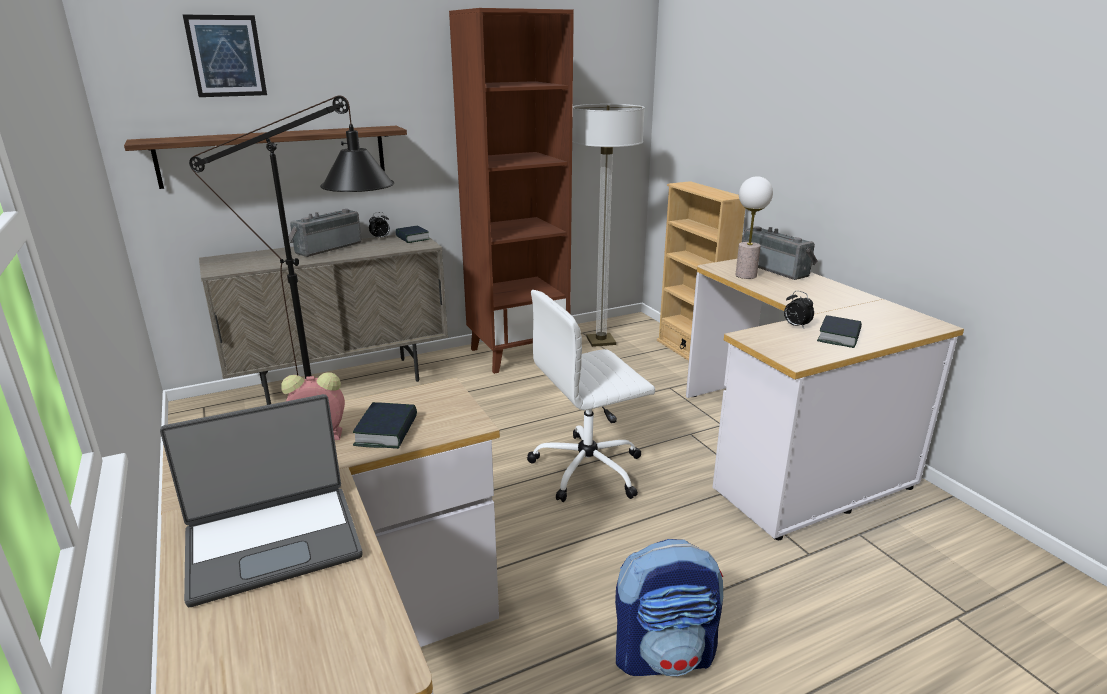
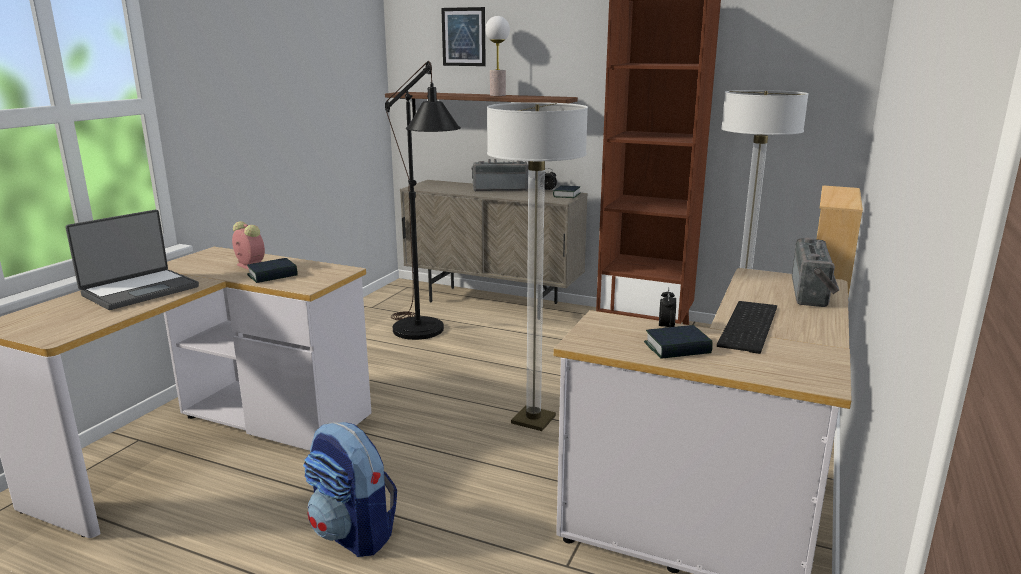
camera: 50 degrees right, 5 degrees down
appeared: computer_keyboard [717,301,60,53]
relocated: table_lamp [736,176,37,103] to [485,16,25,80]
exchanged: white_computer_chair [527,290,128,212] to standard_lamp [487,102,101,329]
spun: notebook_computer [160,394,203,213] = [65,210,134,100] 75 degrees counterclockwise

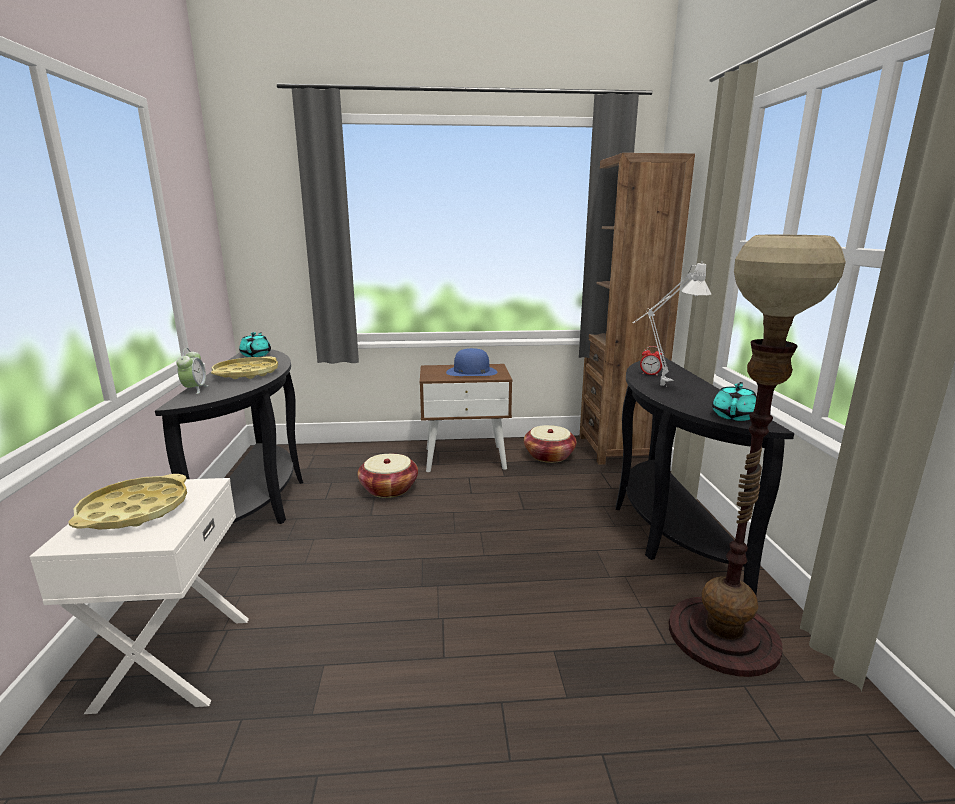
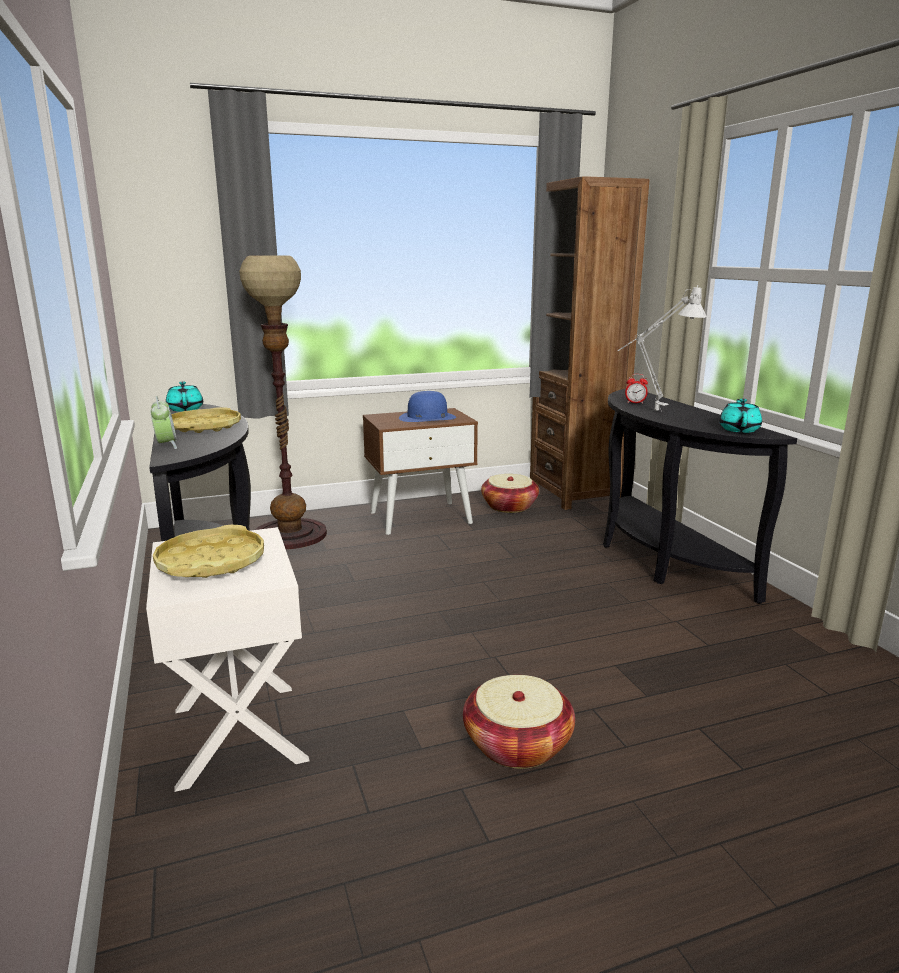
camera: 15 degrees left, 0 degrees up
relocated: household_basket [358,454,60,44] to [463,675,112,94]; standard_lamp [668,235,178,442] to [239,255,88,294]

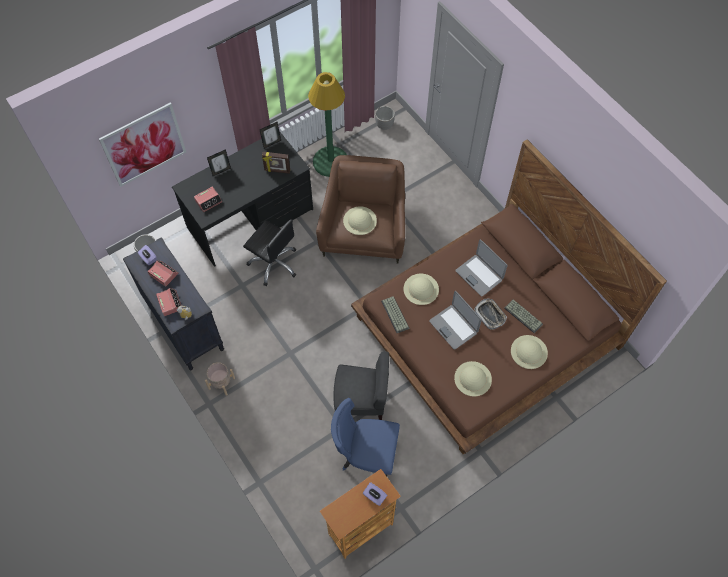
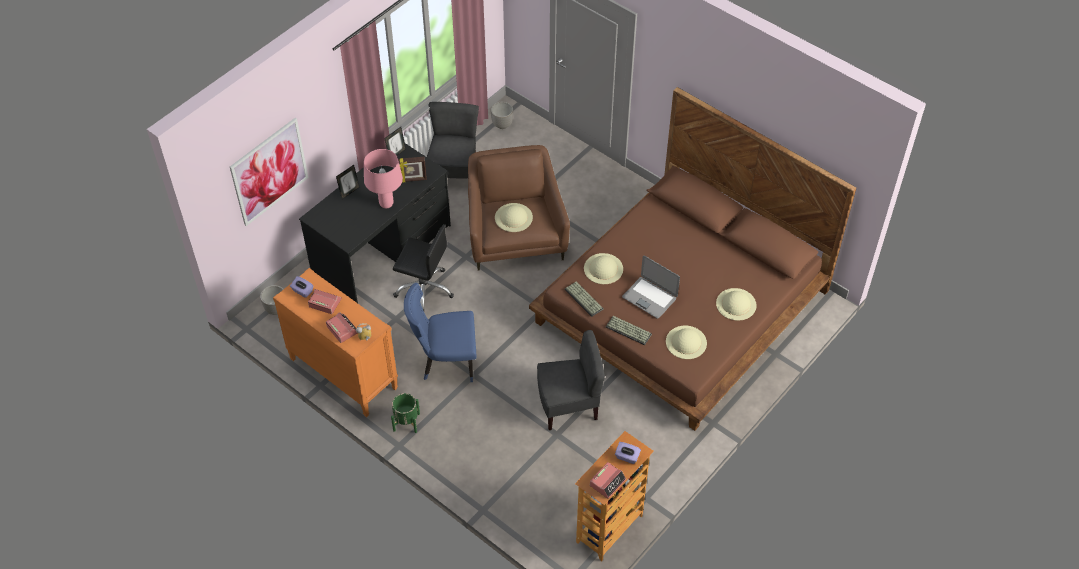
camera: 15 degrees left, 10 degrees down
missing: notebook_computer [455,239,53,57]; serving_tray [474,298,33,32]
appeared: pink-coloured_table_lamp [364,149,39,59]
relocated: alarm_clock [194,187,28,25] to [590,462,36,37]; bluish_plain_chair [331,398,69,78] to [404,283,72,99]; computer_keyboard [504,299,39,34] to [606,316,46,29]
exchanged: green_standard_lamp [308,72,39,105] to gray_plain_chair [427,102,52,77]
colour: black_dresser [123,237,101,133] to orangey_dresser [273,268,125,149]; beige_flower_pot [205,362,30,34] to green_flower_pot [391,393,29,40]

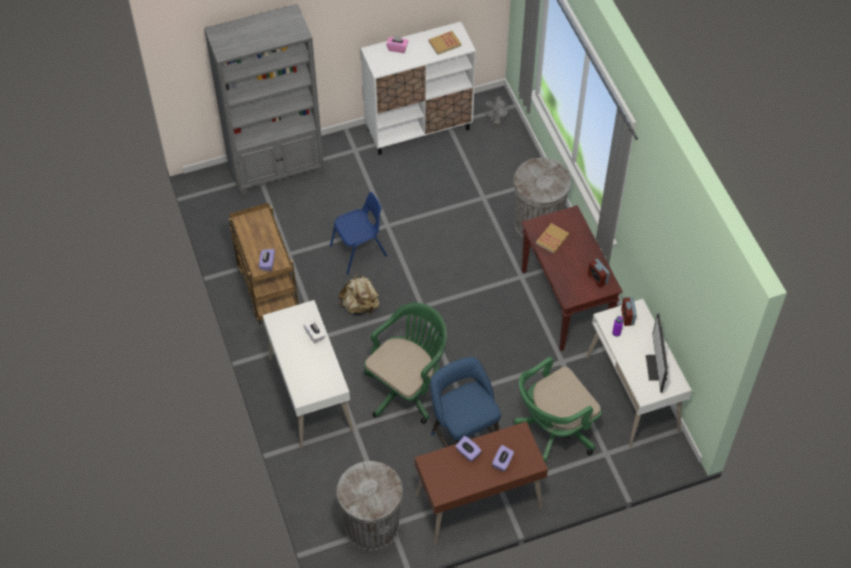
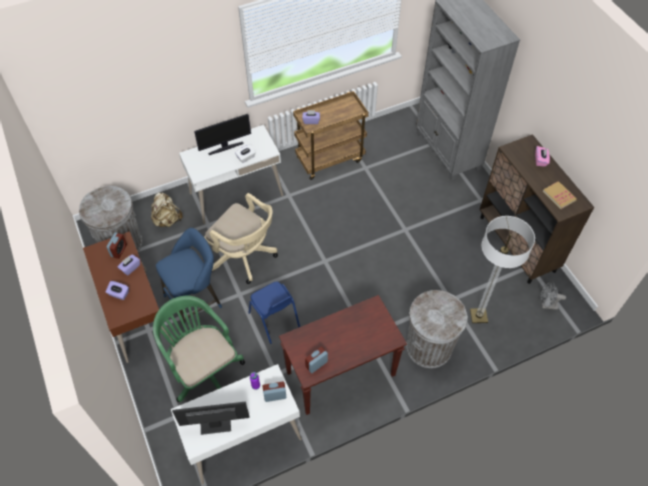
camera: 85 degrees right, 0 degrees up
missing: volume [536,223,33,31]
appeared: alarm_clock [107,232,20,27]; monitor [194,114,57,41]; standard_lamp [470,216,65,107]
relocated: bluish_plain_chair [330,192,57,82] to [248,281,52,63]; beige_rucksack [339,273,41,42] to [151,192,32,35]
colour: white_storage_cabinet [361,22,115,133] to brown_storage_cabinet [479,134,115,150]; green_computer_chair [364,303,83,121] to beige_computer_chair [204,193,74,91]

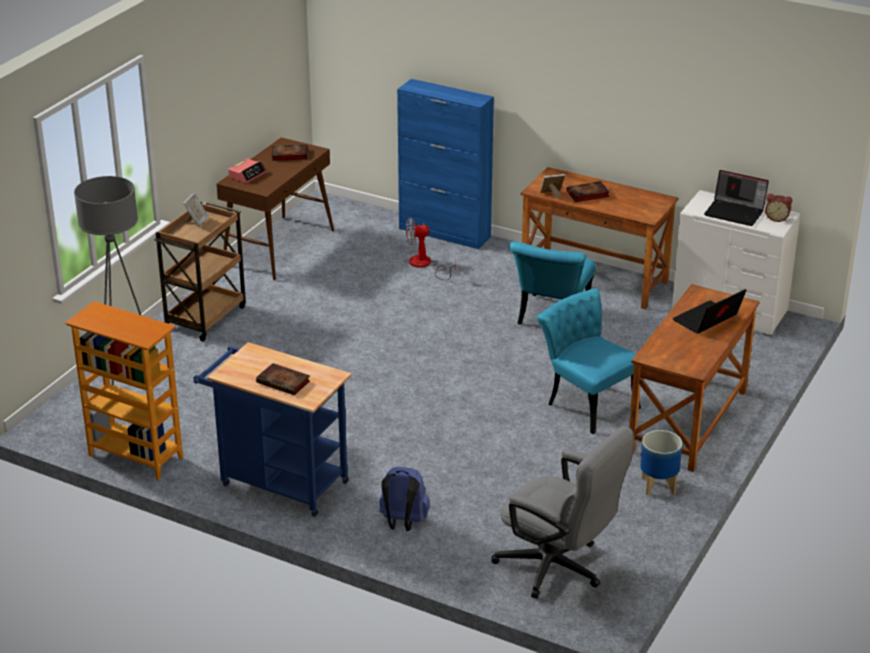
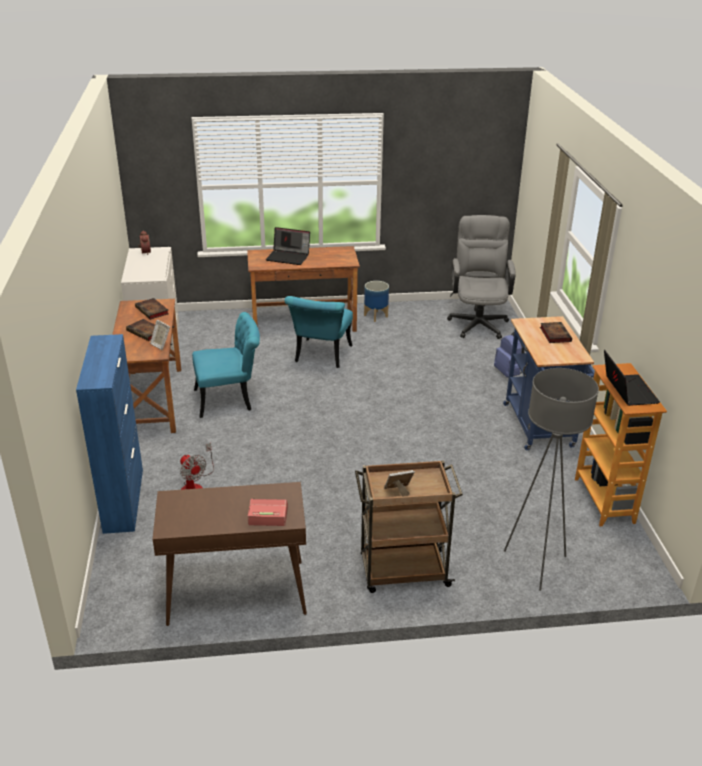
camera: 125 degrees left, 0 degrees up
relocated: volume [272,144,35,17] to [135,298,34,22]; notebook_computer [704,170,65,56] to [604,350,56,56]

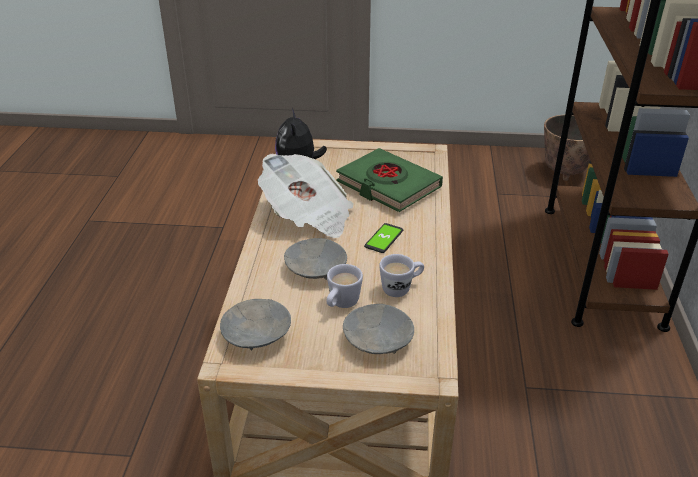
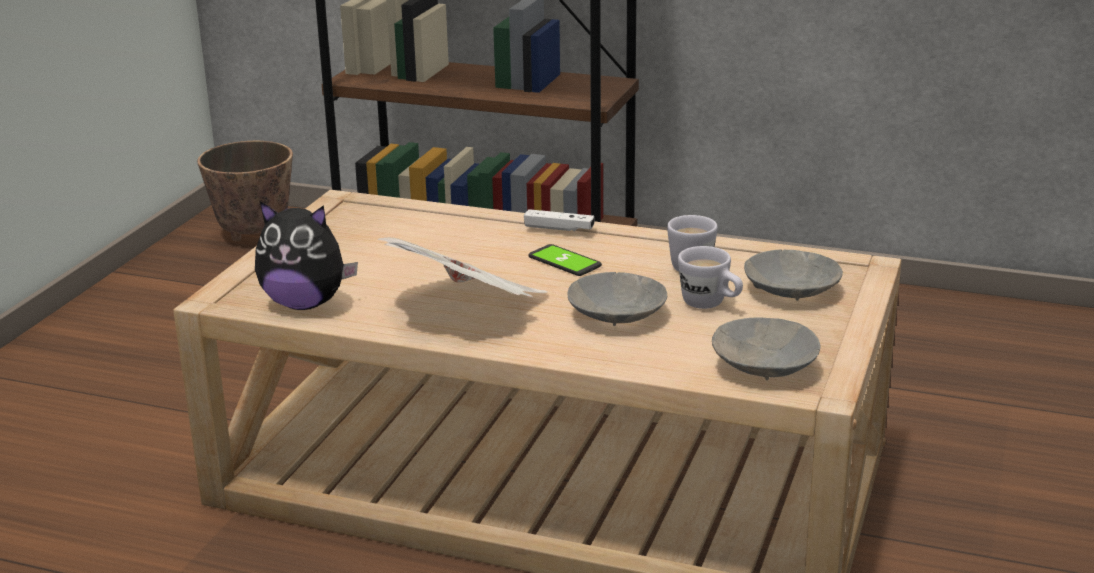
camera: 75 degrees left, 10 degrees down
missing: green_volume [336,148,107,64]
appeared: white_gamepad [524,209,70,23]

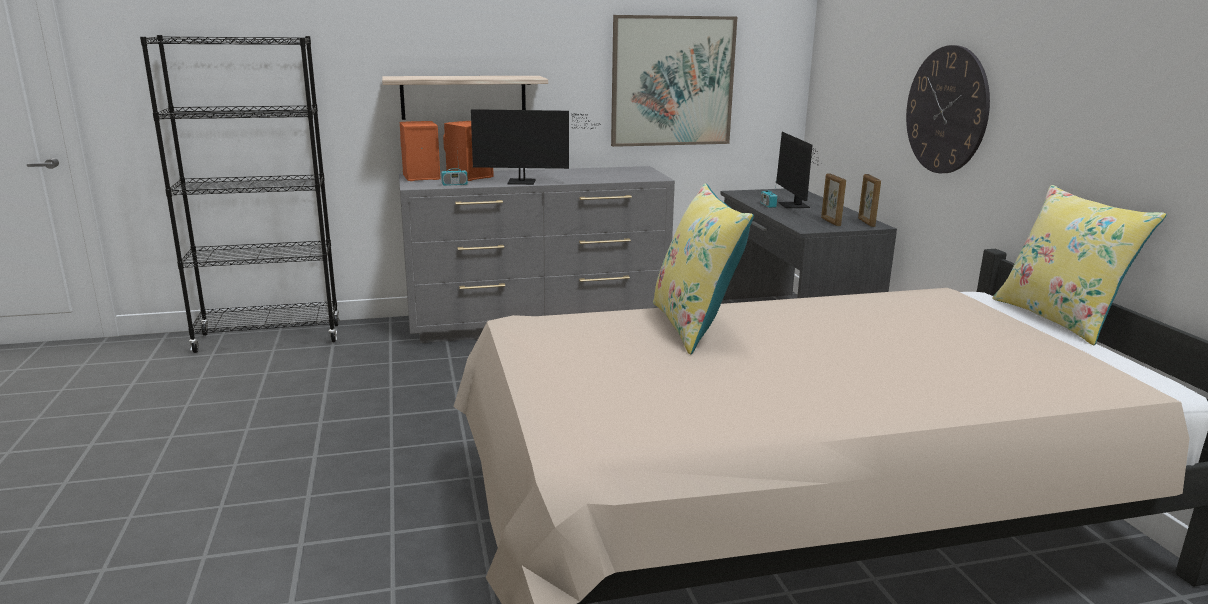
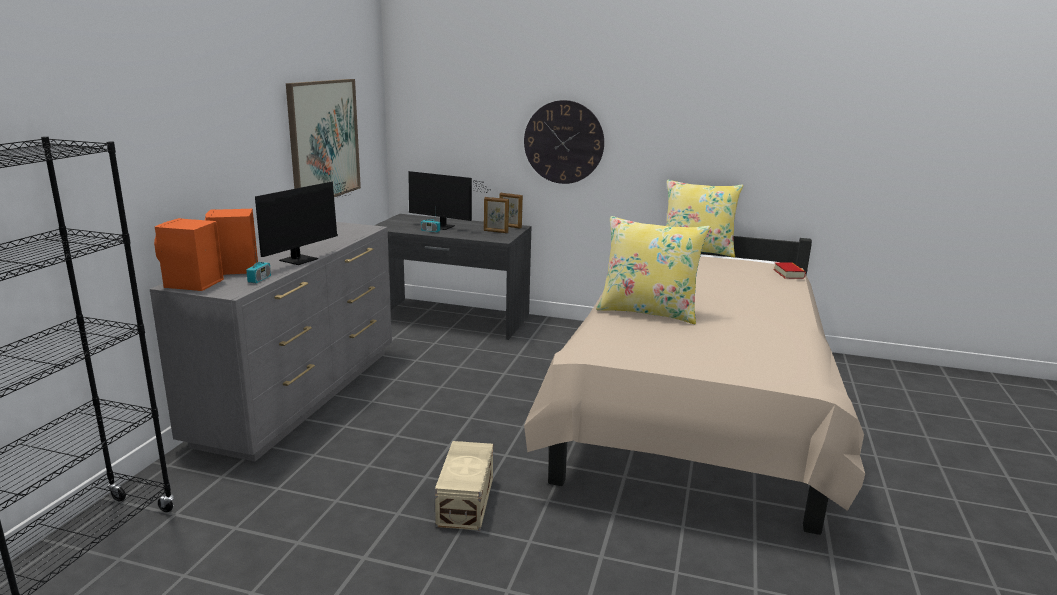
camera: 60 degrees left, 0 degrees up
missing: shelf [382,76,166,44]
appeared: beige_storage_box [435,441,58,89]; volume [774,262,32,17]

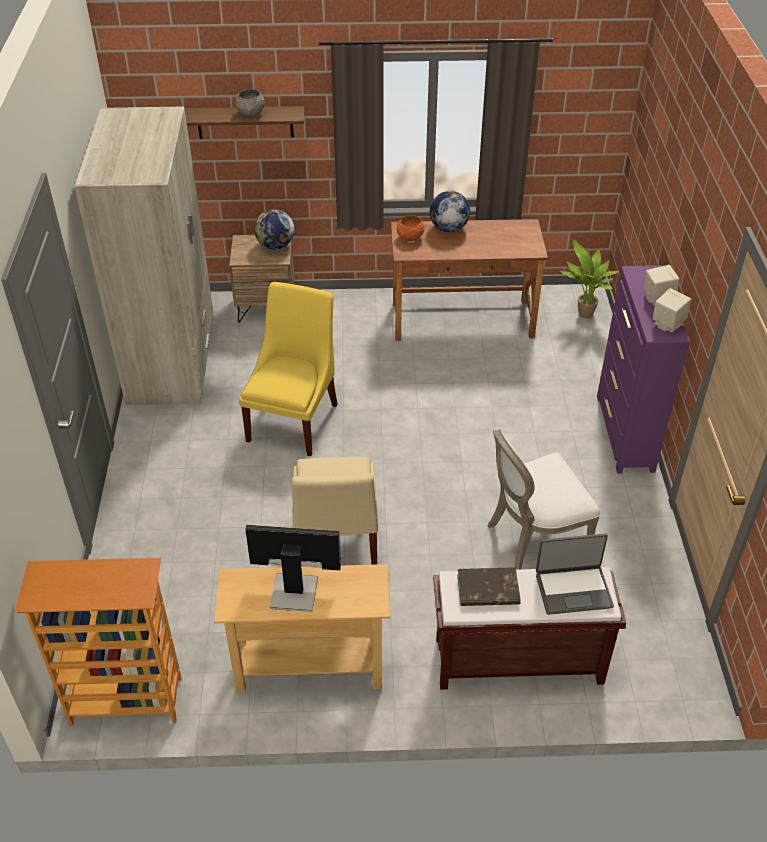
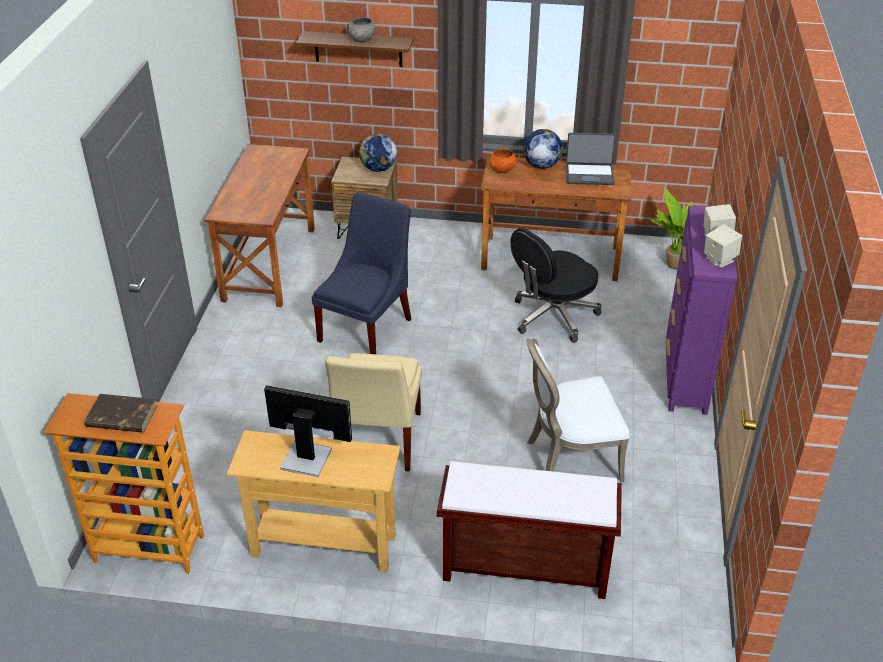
camera: 10 degrees right, 5 degrees down
appeared: black_computer_chair [511,228,91,115]
relocated: brown_volume [457,567,64,39] to [84,394,73,39]; notebook_computer [536,533,78,82] to [566,133,50,52]
exchanged: beige_wardrobe [74,107,139,298] to brown_desk [205,144,110,163]
colour: yellowish_plain_chair [239,282,99,174] to bluish_plain_chair [312,192,99,162]

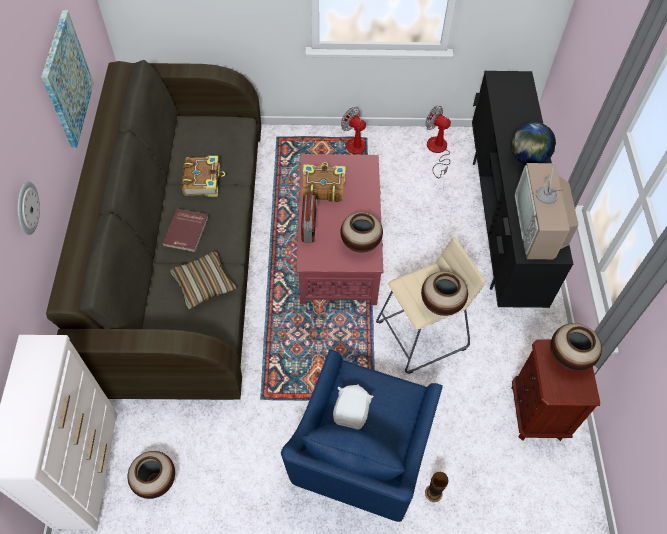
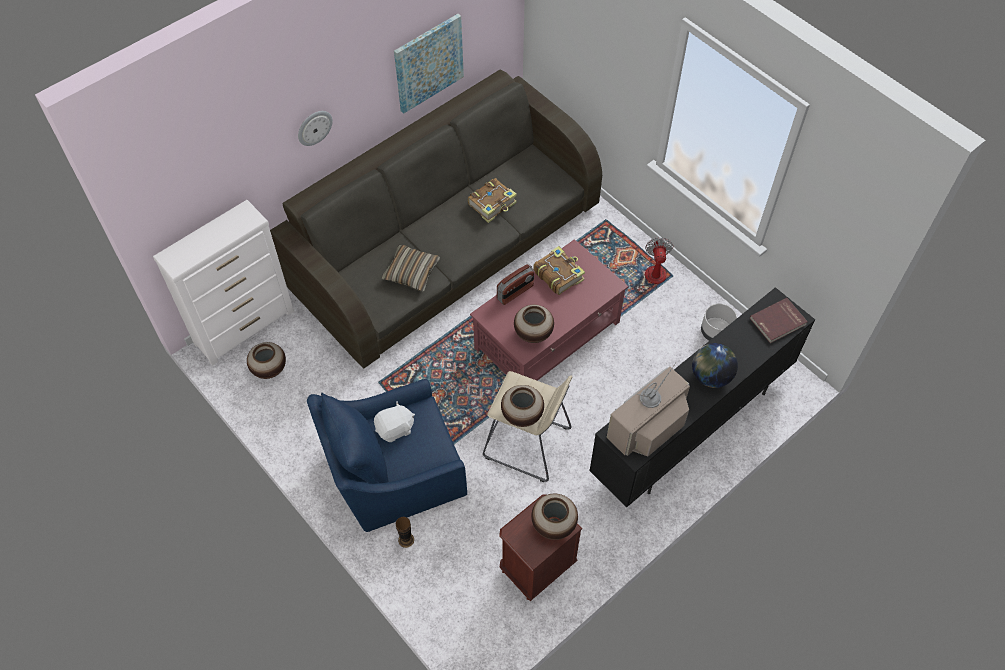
camera: 50 degrees right, 0 degrees up
relocated: red_volume [162,209,46,43] to [750,298,58,45]
exchanged: cooling_fan [425,106,26,72] to gray_flower_pot [701,303,36,38]

